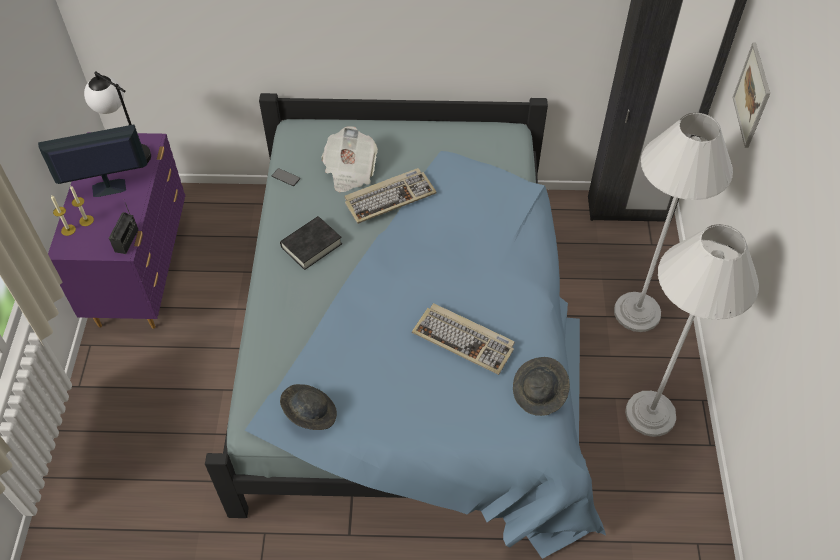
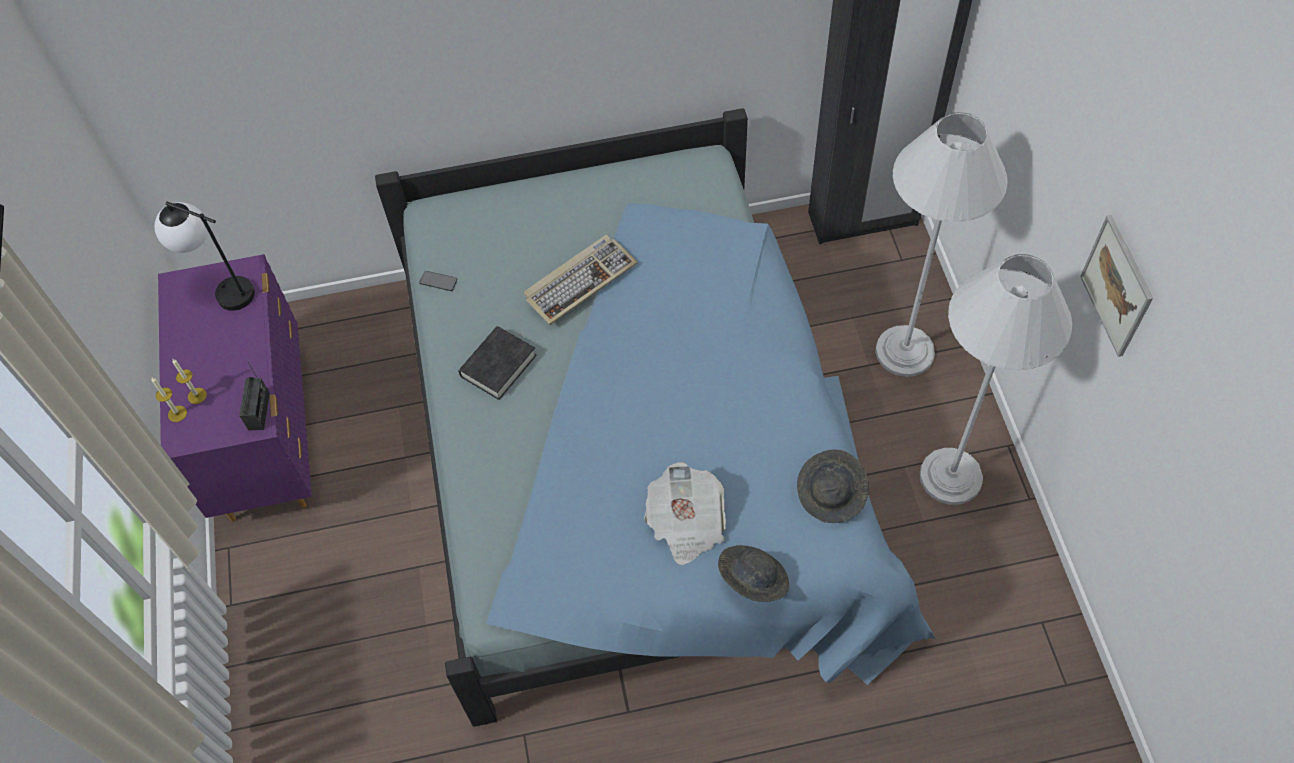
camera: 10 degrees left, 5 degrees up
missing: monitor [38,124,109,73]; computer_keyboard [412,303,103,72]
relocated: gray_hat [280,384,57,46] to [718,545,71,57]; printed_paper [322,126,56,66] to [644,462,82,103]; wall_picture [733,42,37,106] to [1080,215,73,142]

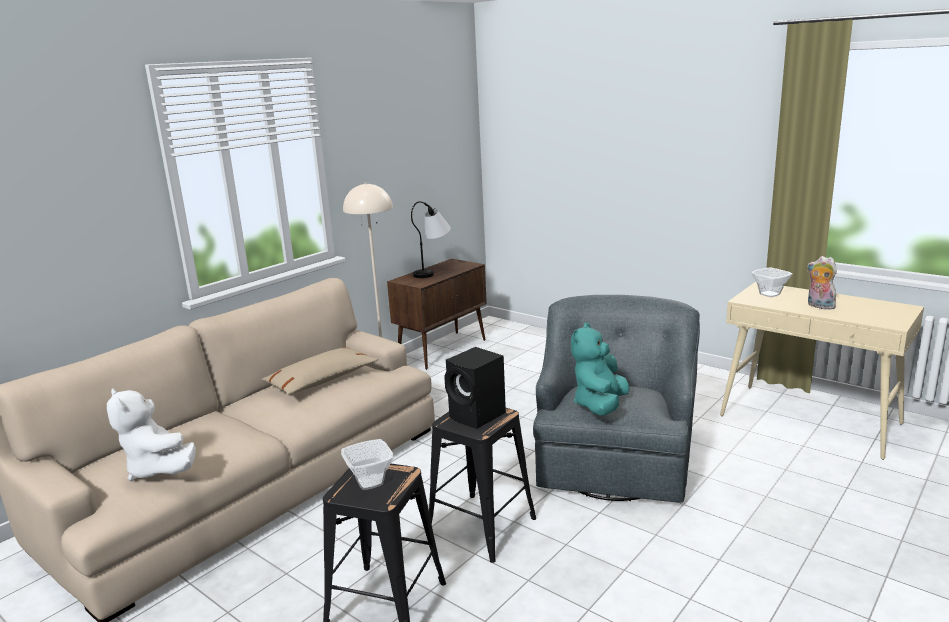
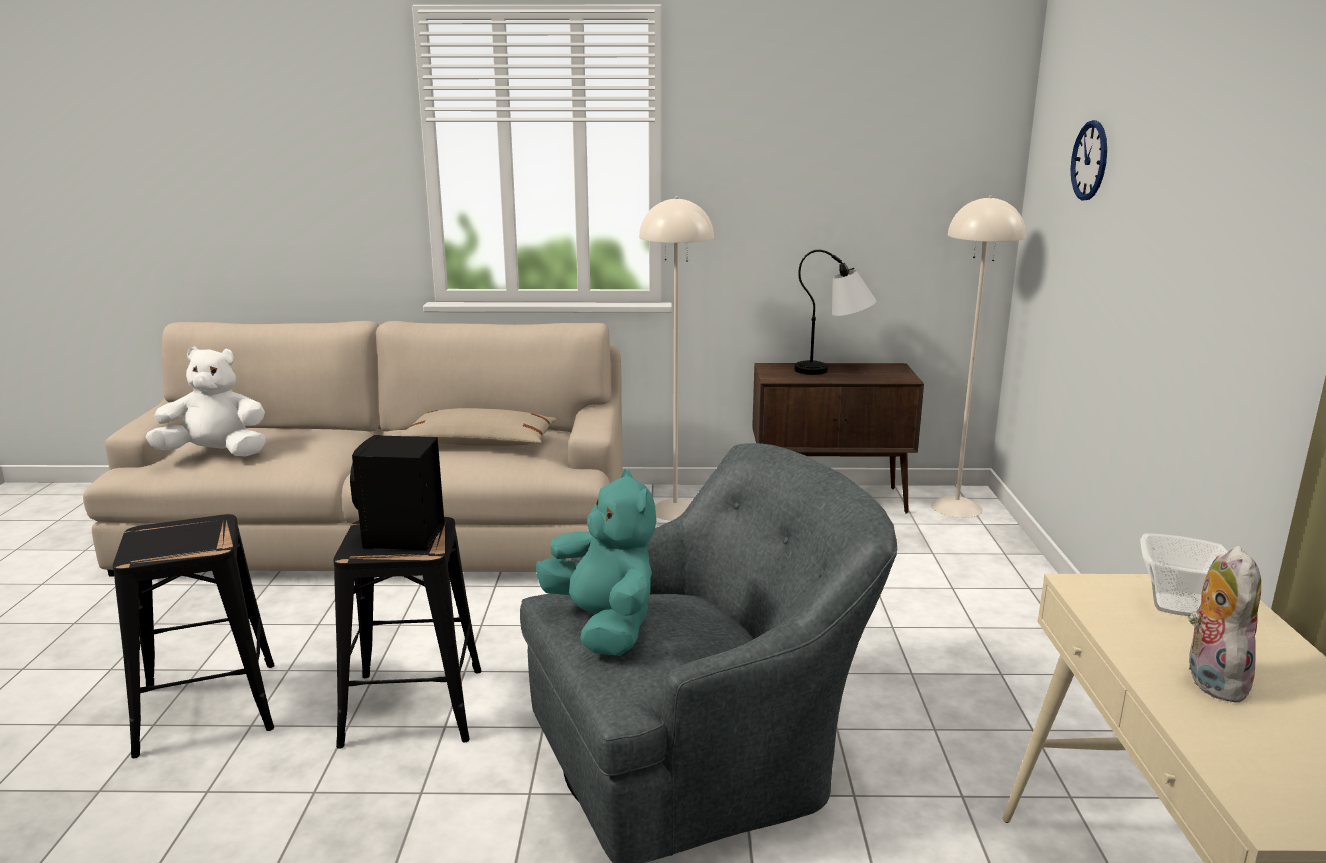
camera: 50 degrees right, 0 degrees up
missing: serving_bowl [341,439,52,51]
appeared: beige_standard_lamp [931,196,95,322]; clock_on_the_wall [1071,120,36,80]
spun: white_cuddly_toy [107,388,89,93] = [145,347,121,110] 75 degrees clockwise; turquoise_cuddly_toy [571,323,59,93] = [536,469,120,187] 75 degrees clockwise

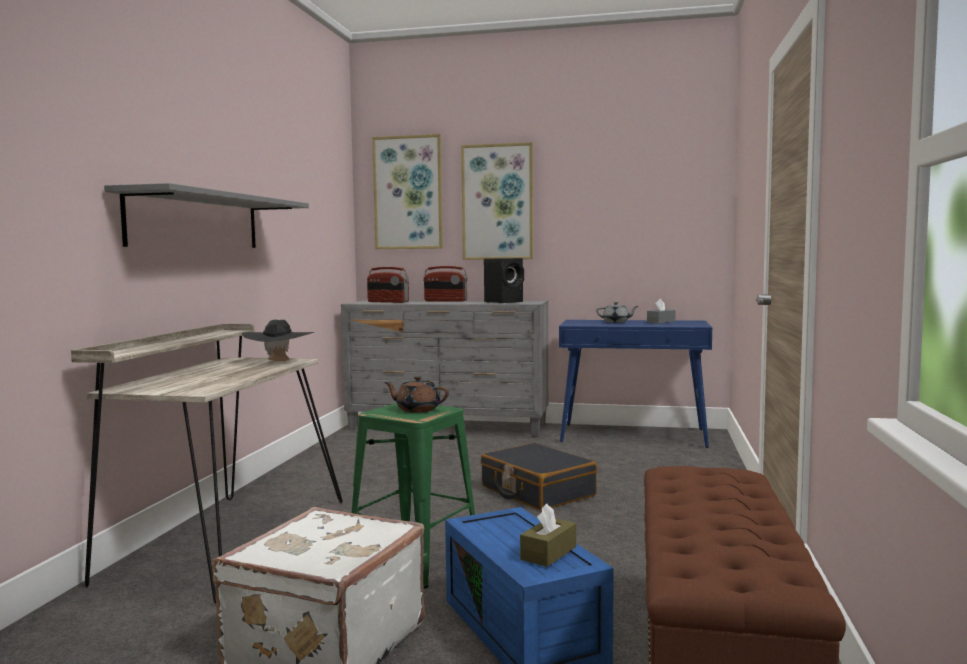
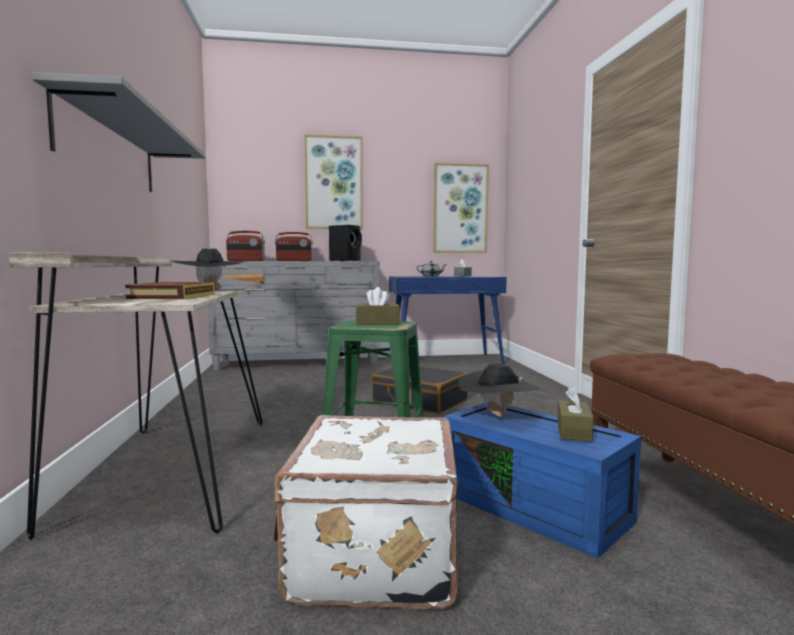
camera: 20 degrees left, 0 degrees up
appeared: volume [125,282,90,17]; black_hat [458,364,83,53]
relocated: wall_picture [372,134,71,115] to [433,163,56,90]
exchanged: brown_teapot [384,376,65,37] to brown_tissue_box [356,287,44,38]

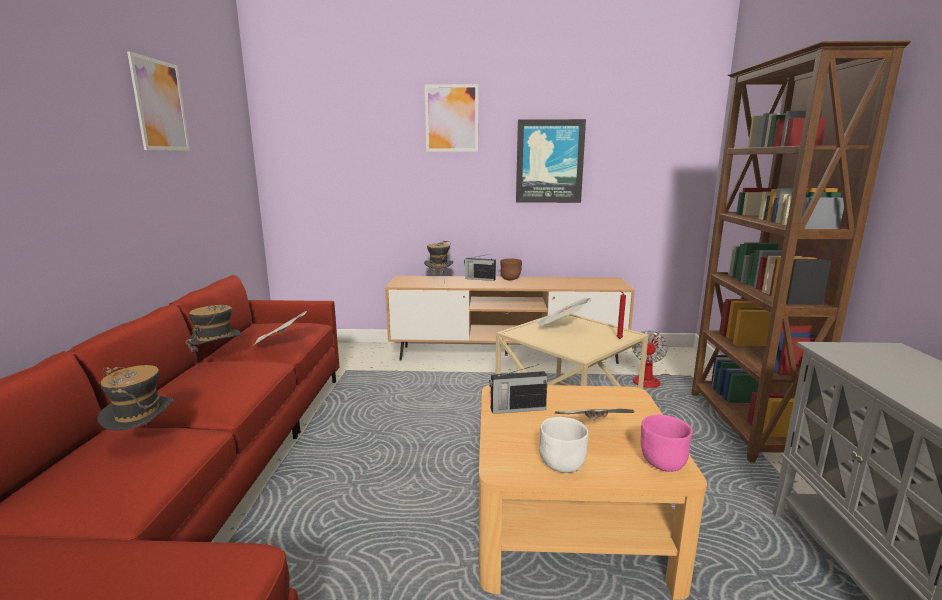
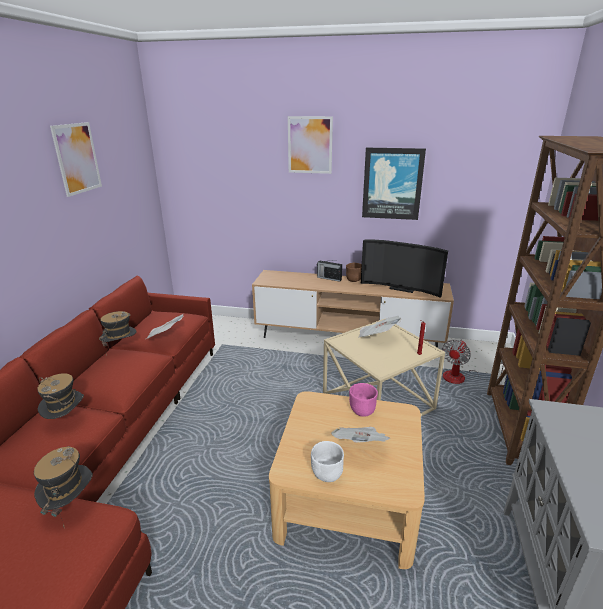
camera: 10 degrees right, 10 degrees up
missing: radio_set [489,364,59,50]
appeared: TV [361,239,87,59]
relocated: hat [424,241,30,43] to [34,446,59,82]; pink-coloured_serving_bowl [641,415,52,57] to [349,383,29,34]

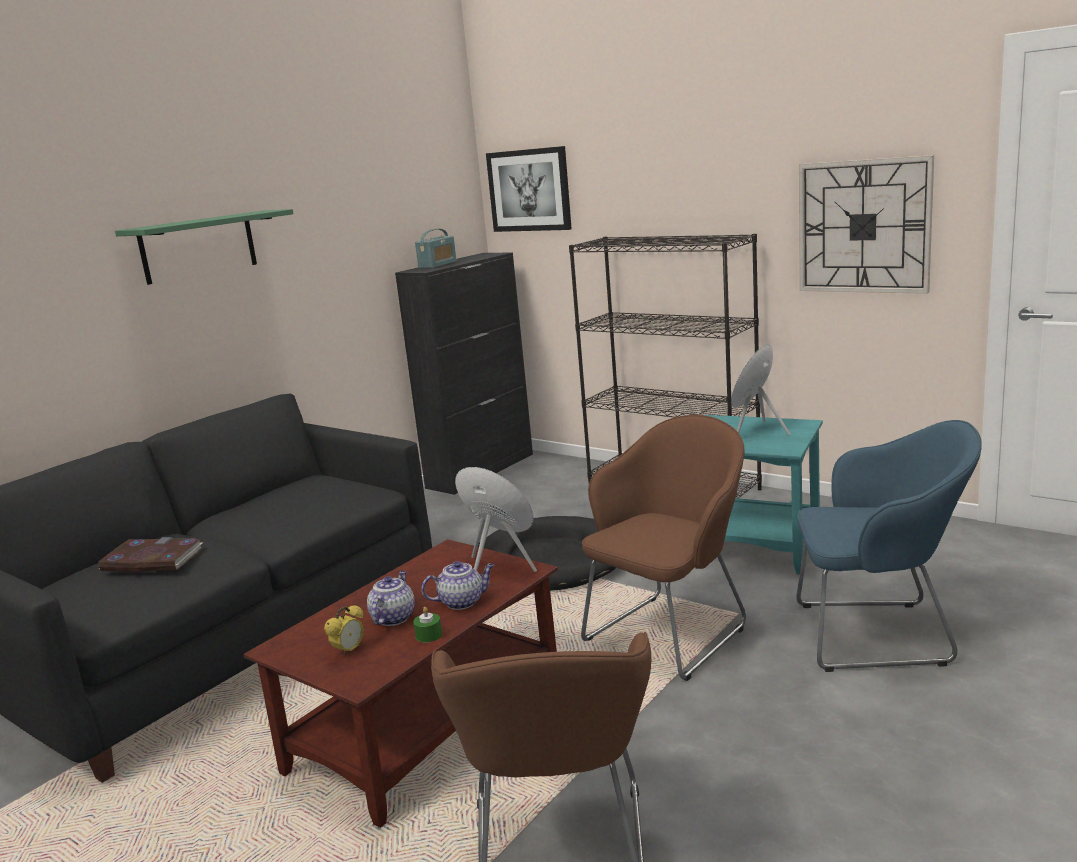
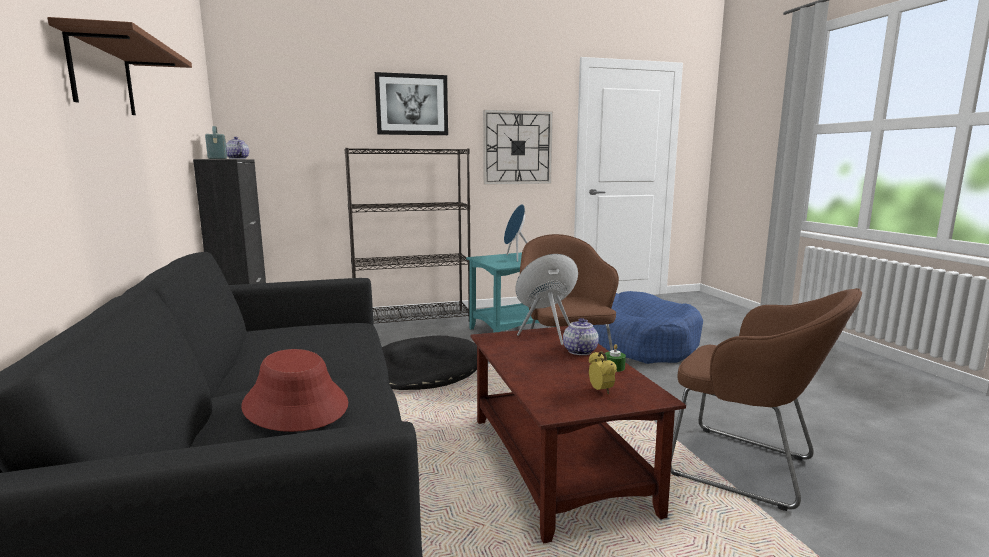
camera: 55 degrees left, 5 degrees down
relocated: teapot [367,571,48,55] to [226,137,23,22]; wall_picture [486,146,86,86] to [375,72,73,63]
exchanged: volume [98,537,104,35] to red_hat [241,349,107,83]; bluish_lounge_chair [796,420,186,252] to bluish_dog_cushion [593,291,110,73]
colour: green_shelf [115,209,178,76] to brown_shelf [47,17,145,98]

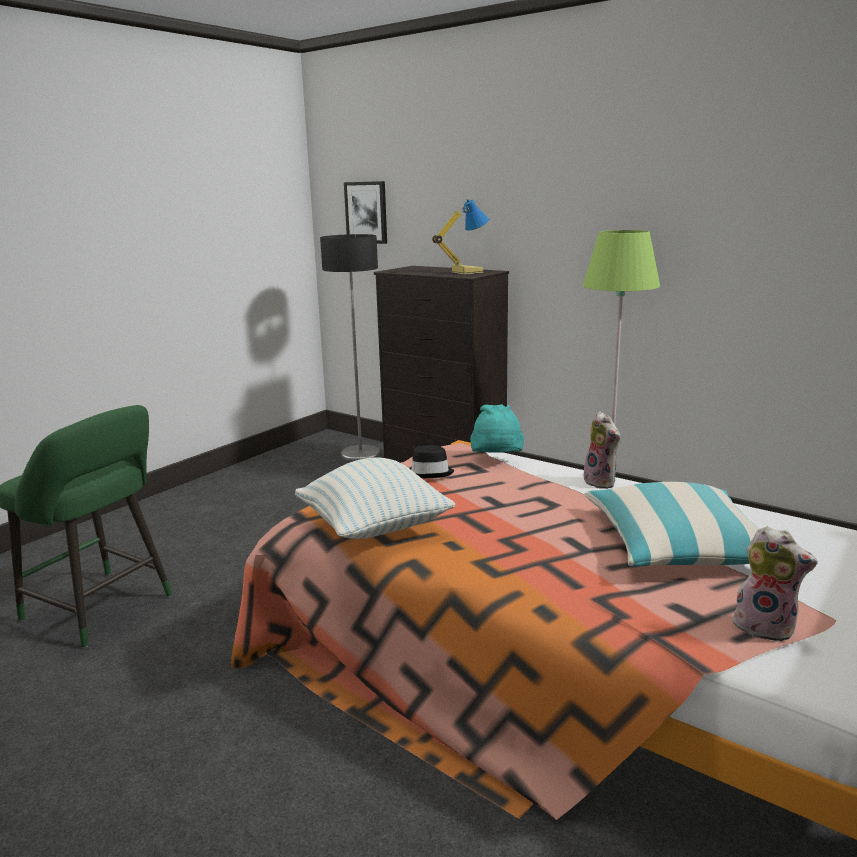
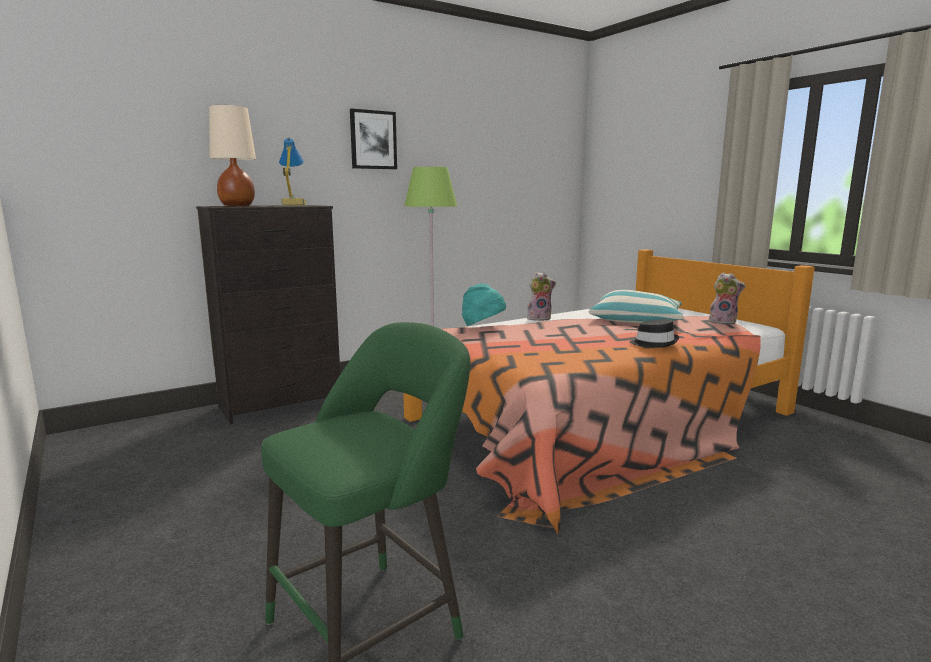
camera: 70 degrees left, 5 degrees down
missing: cushion [295,457,160,82]; standard_lamp [320,234,61,228]
appeared: beige_table_lamp [209,105,47,101]
relocated: wall_picture [344,181,43,63] to [350,108,47,61]; black_hat [410,445,44,33] to [630,319,49,28]
spun: cuddly_toy [731,526,87,116] = [707,273,39,52] 60 degrees clockwise

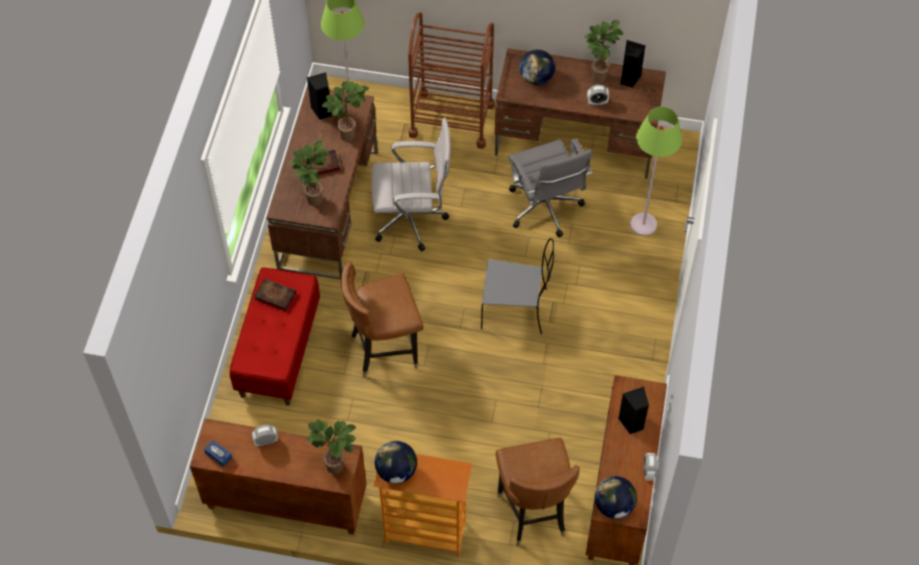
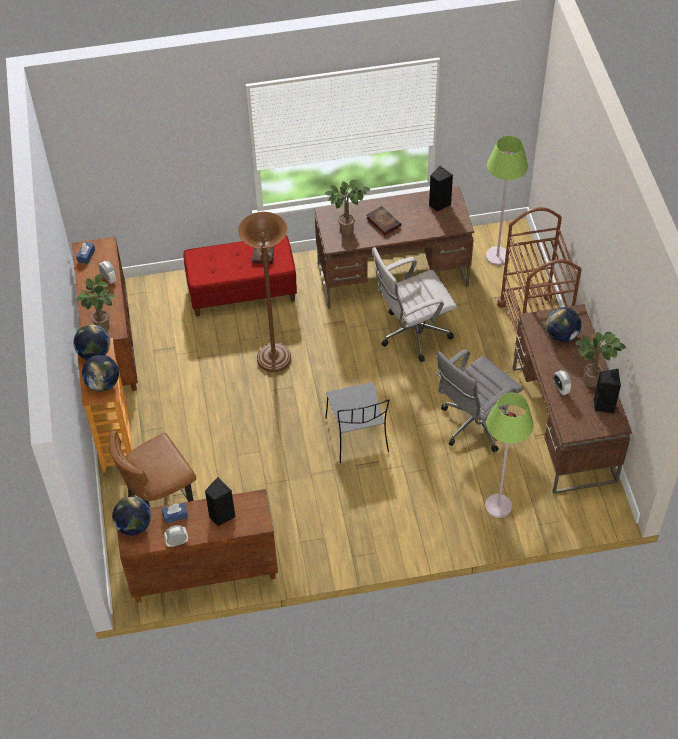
camera: 70 degrees right, 5 degrees down
missing: plant_in_a_pot [322,81,47,60]
appeared: globe [82,355,37,37]; bluish_tissue_box [162,503,26,21]
exchanged: brown_plain_chair [341,261,83,117] to brown_standard_lamp [238,212,53,160]
spun: white_computer_chair [371,118,80,133] = [372,247,85,115] 90 degrees clockwise

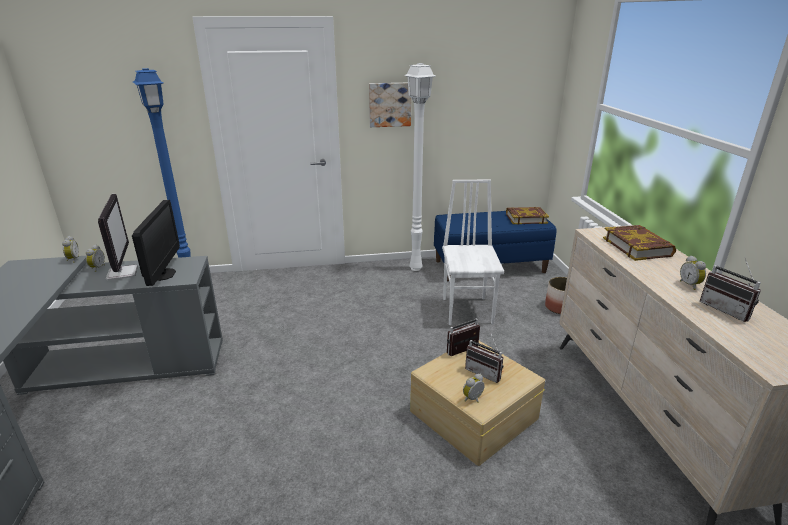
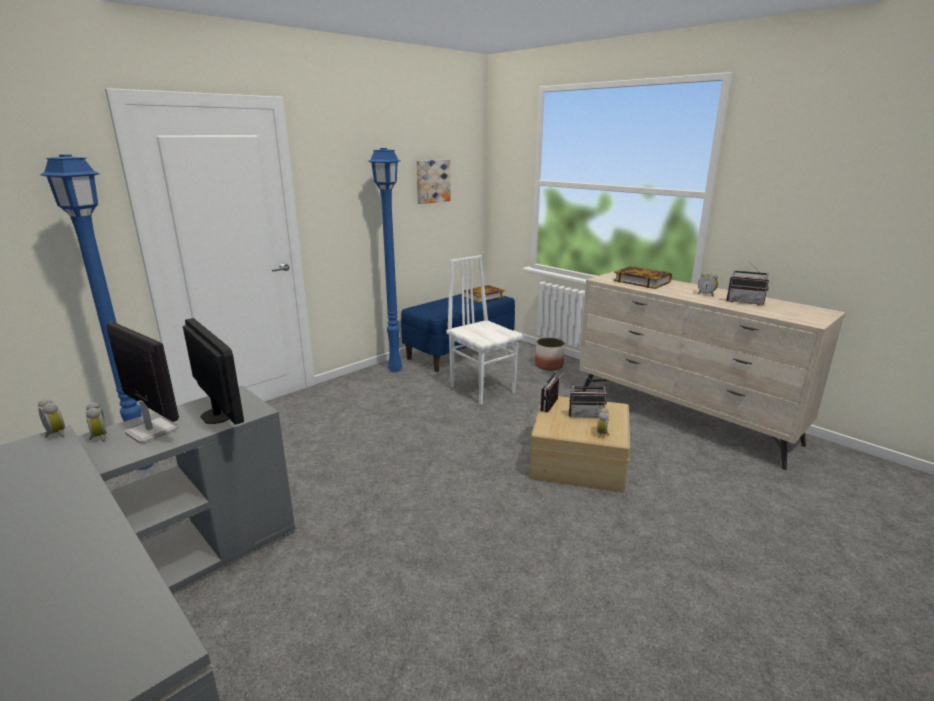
camera: 35 degrees left, 5 degrees down
relocated: wall_picture [369,83,42,44] to [416,159,35,45]
colour: white_standard_lamp [404,63,32,208] to bluish_standard_lamp [367,148,36,224]

